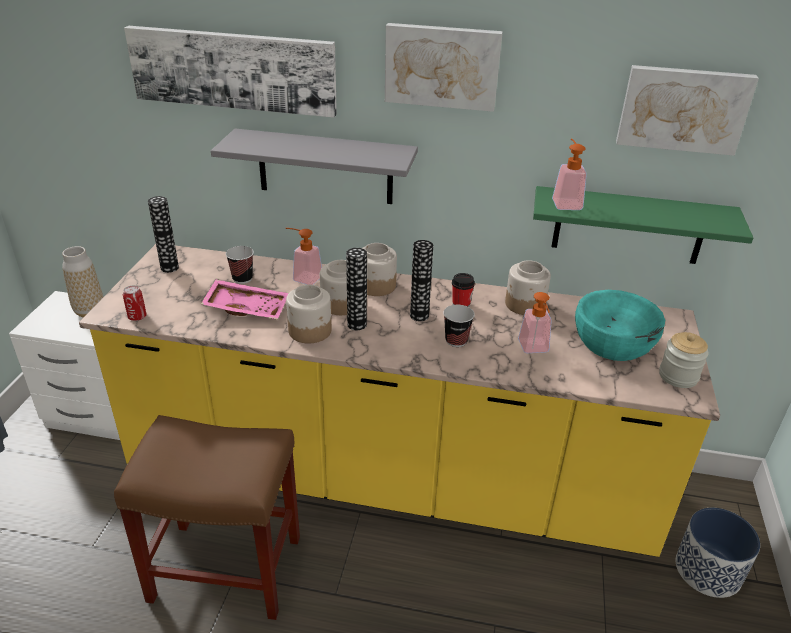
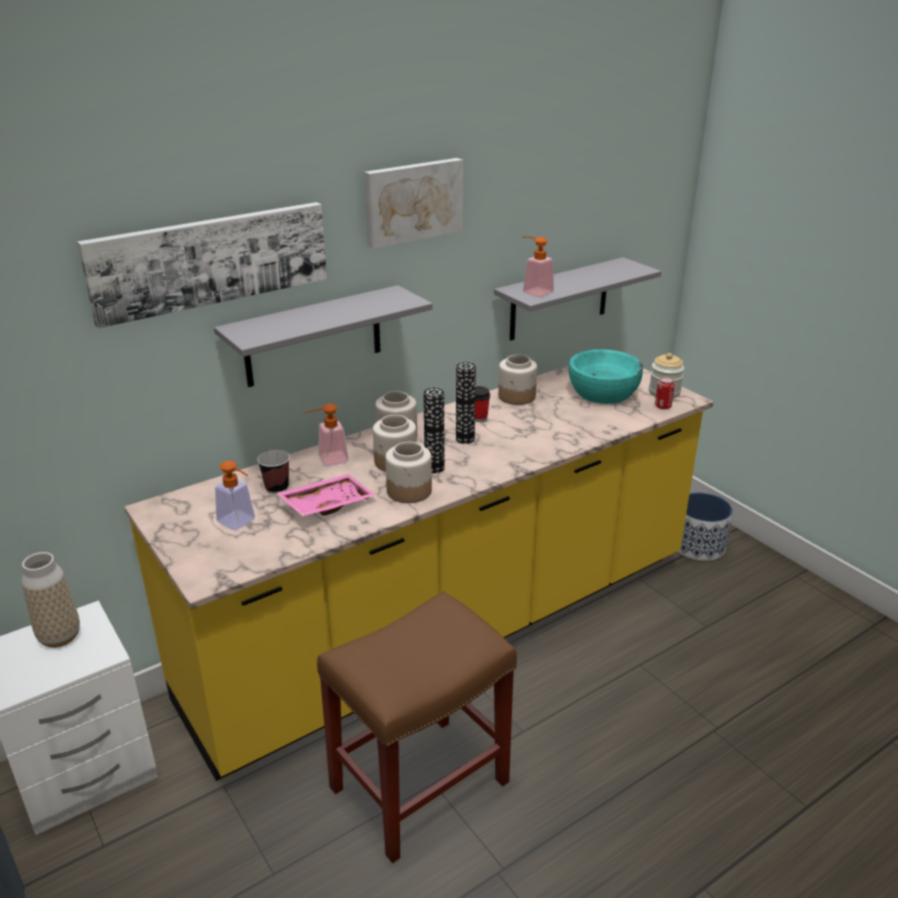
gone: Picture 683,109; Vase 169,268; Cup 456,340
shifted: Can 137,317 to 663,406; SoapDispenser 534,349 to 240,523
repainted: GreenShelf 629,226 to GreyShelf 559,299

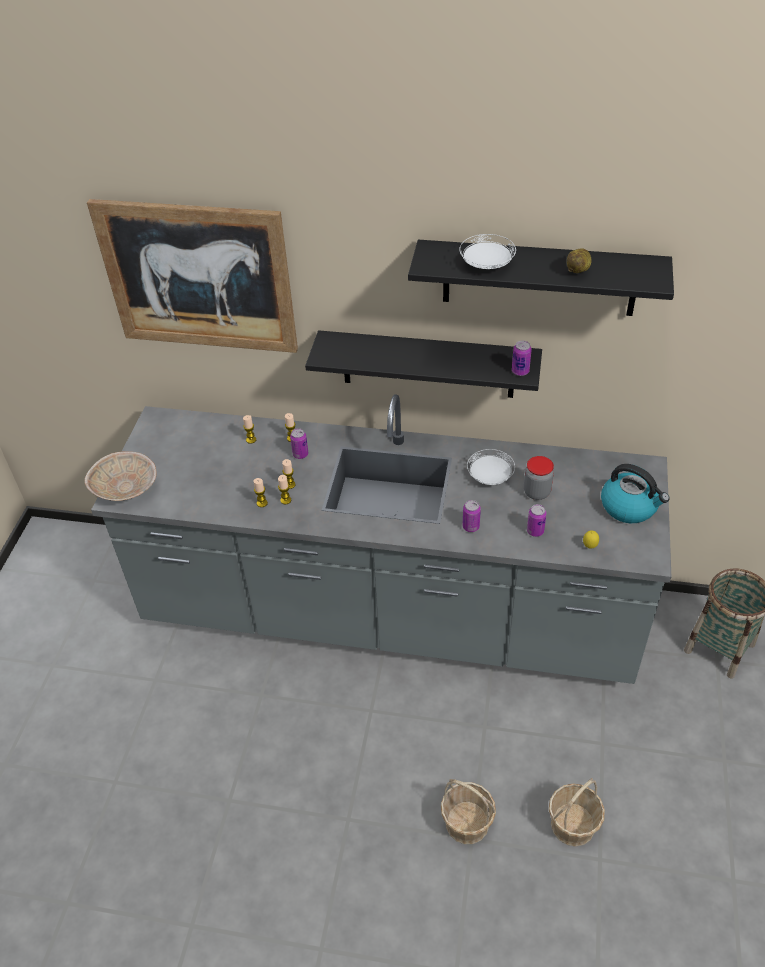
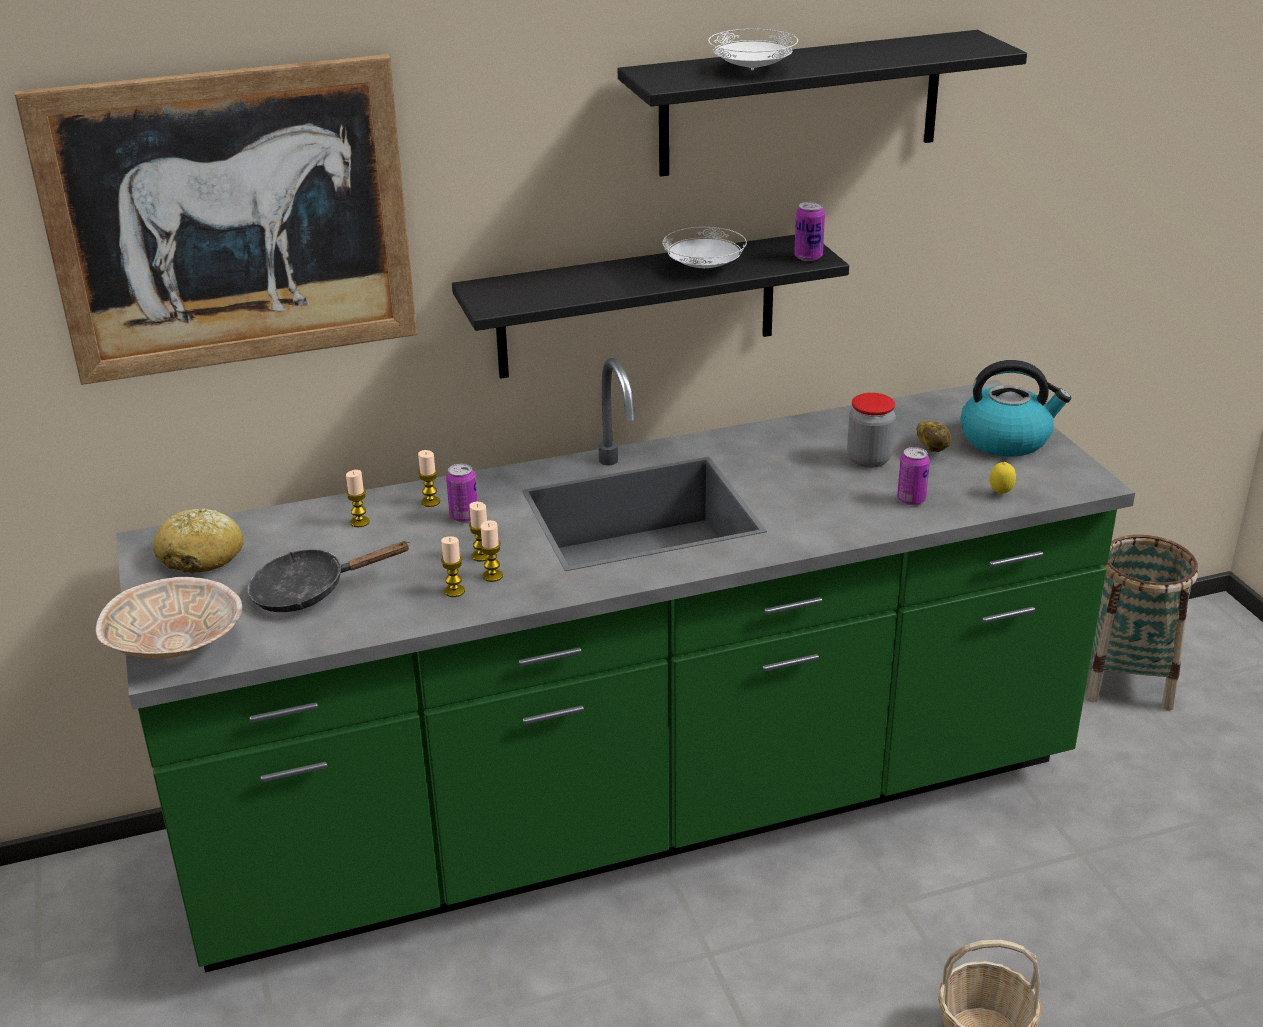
gone: Can 471,527; Basket 573,824
new: Bread 202,556; BlackFryingPan 309,591
shifted: Potato 578,270 to 932,449; WhitePlate 490,476 to 703,268
repainted: GreyCounter 389,616 to GreenCounter 637,813

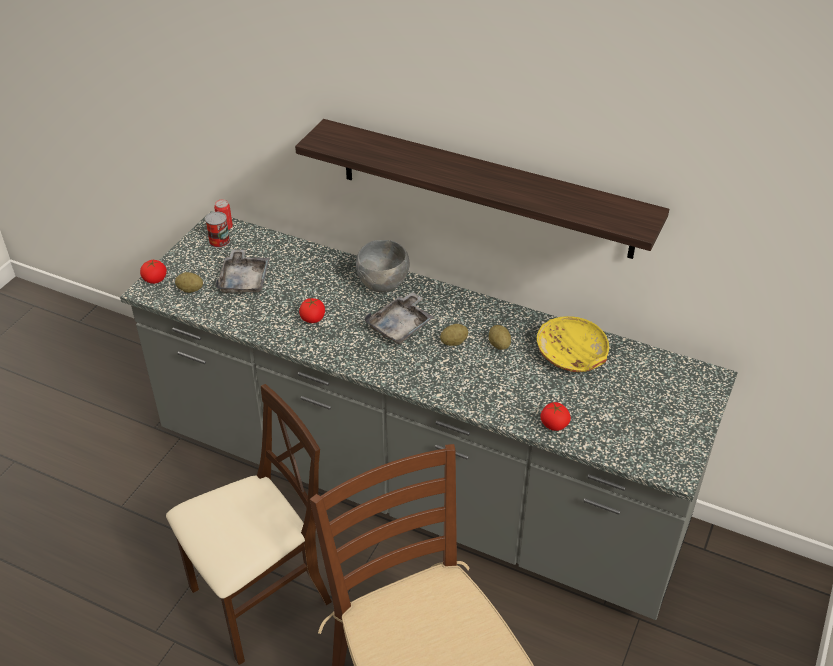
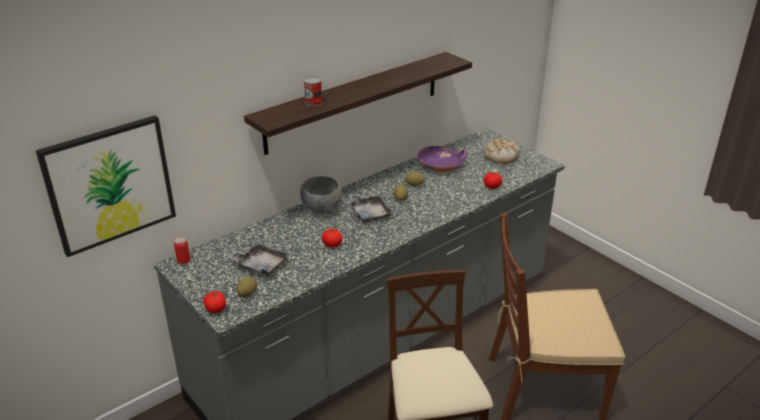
new: Picture 110,184; Bread 501,156
shifted: Can 219,241 to 313,102
repainted: YellowBowl 572,355 to PurpleBowl 441,166

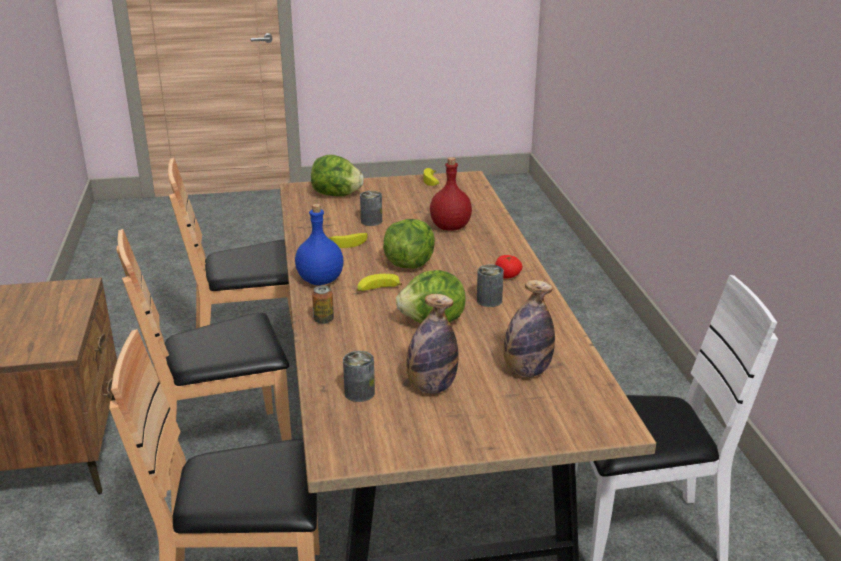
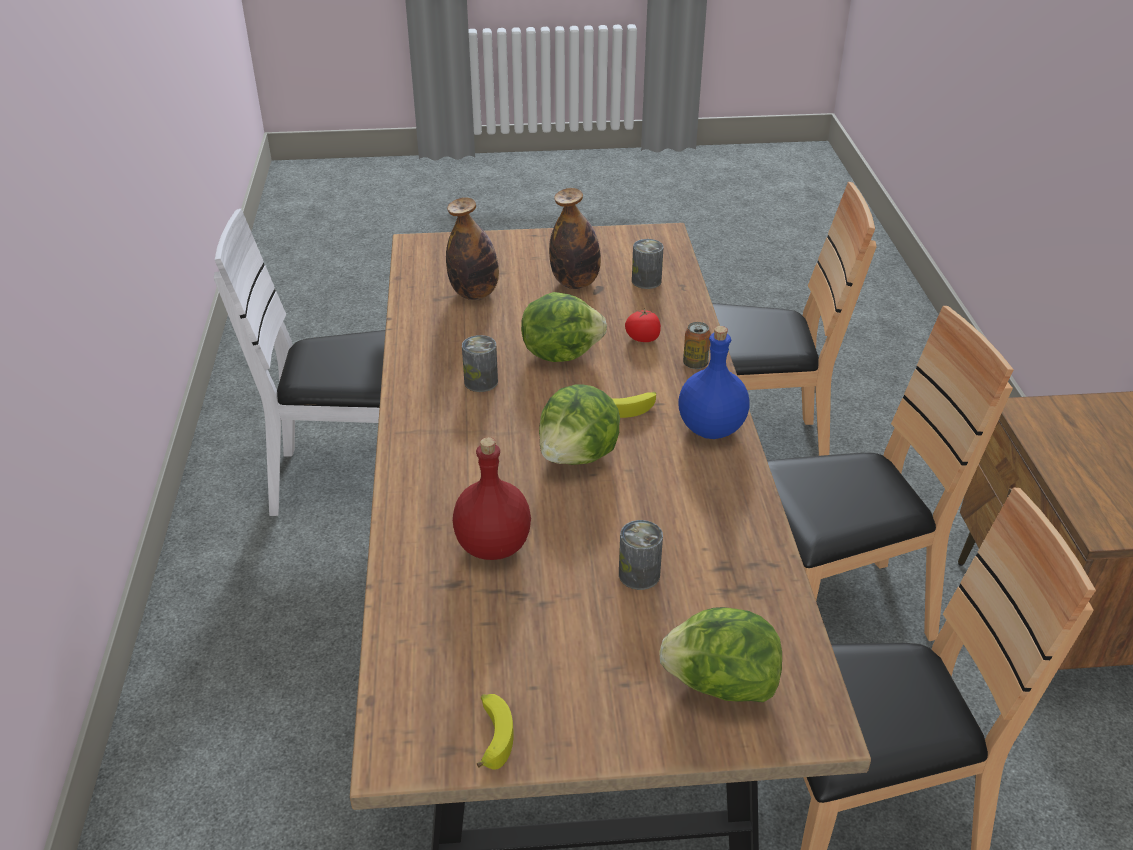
gone: Banana 349,243
shifted: Tomato 507,276 to 643,338

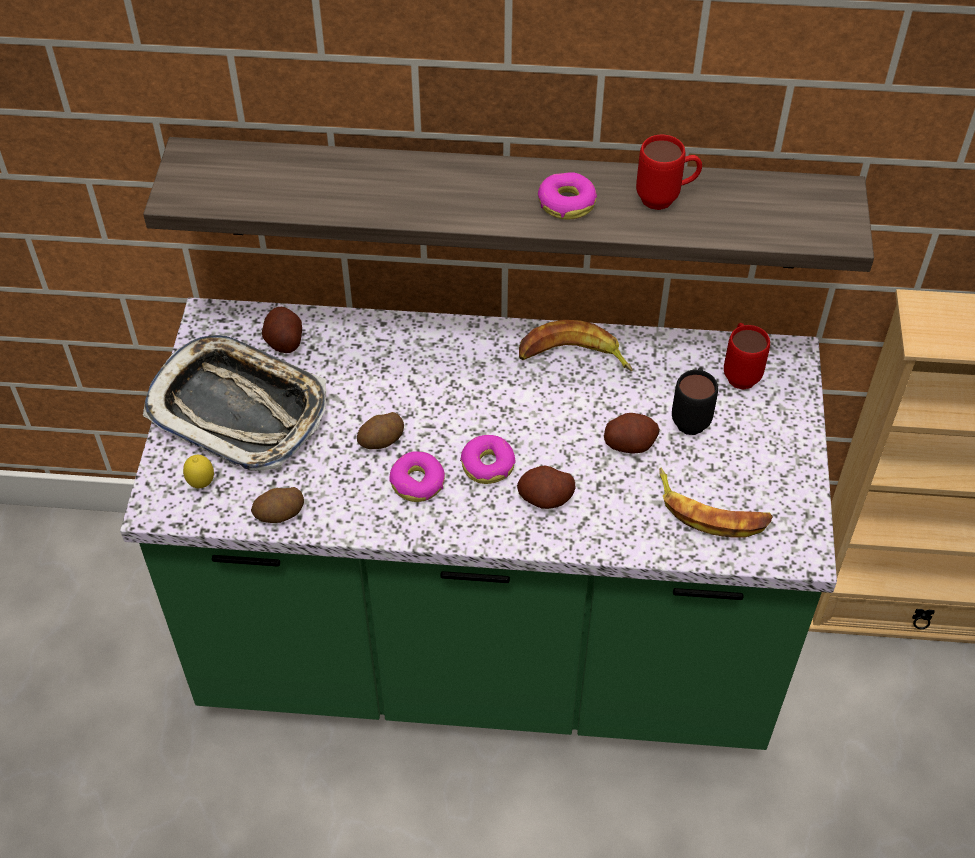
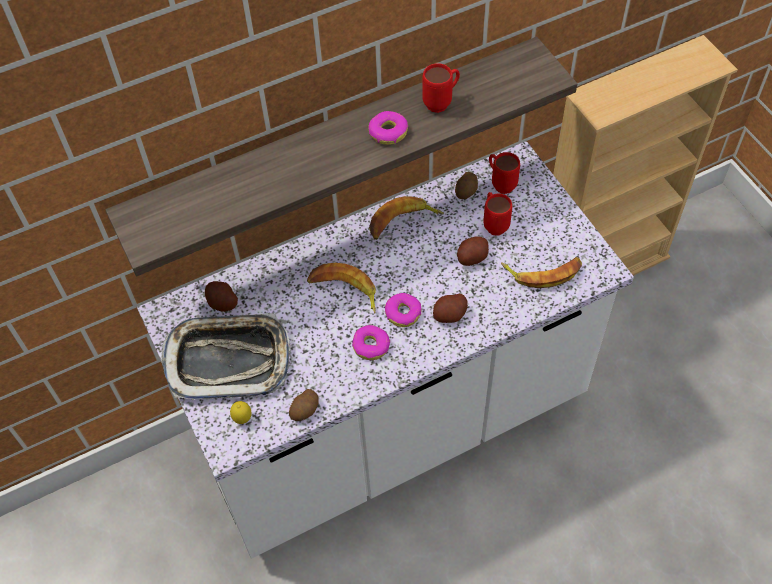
new: Banana 344,290
shifted: Potato 382,441 to 466,191
repainted: GreenCounter 487,652 to WhiteCounter 392,425; BlackMug 692,417 to RedMug 494,224

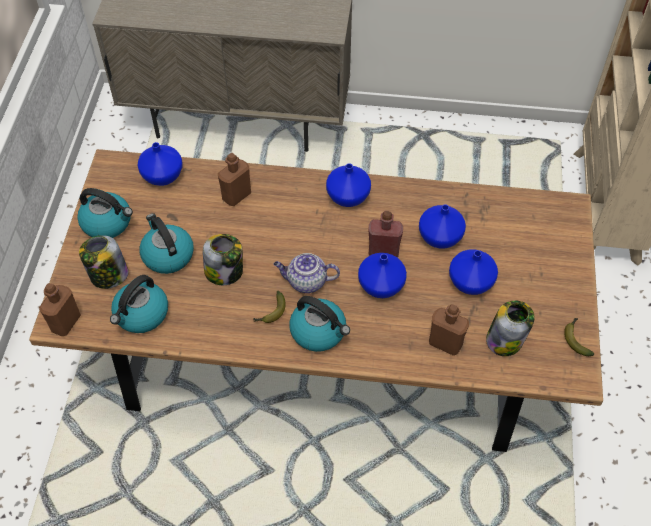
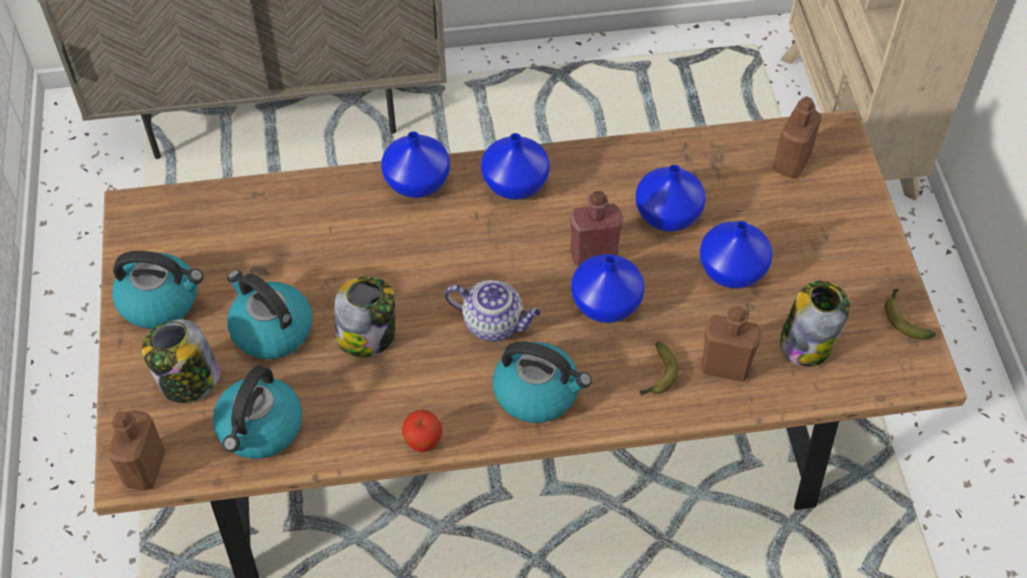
new: Apple 423,443
shifted: BlueVase 163,175 to 418,181; BrownBottle 236,196 to 791,162; Banana 271,312 to 658,376
rotated: Teapot 306,282 = 494,323 150 degrees counterclockwise

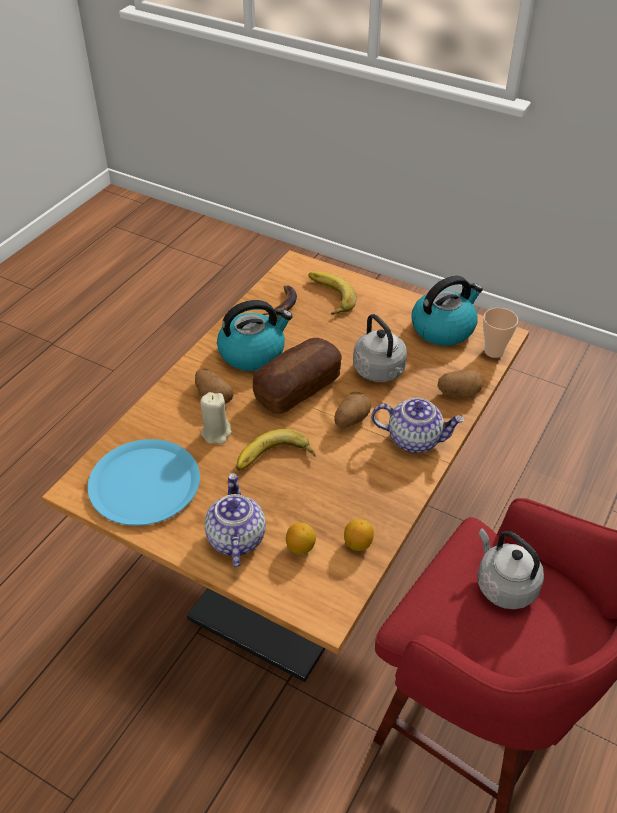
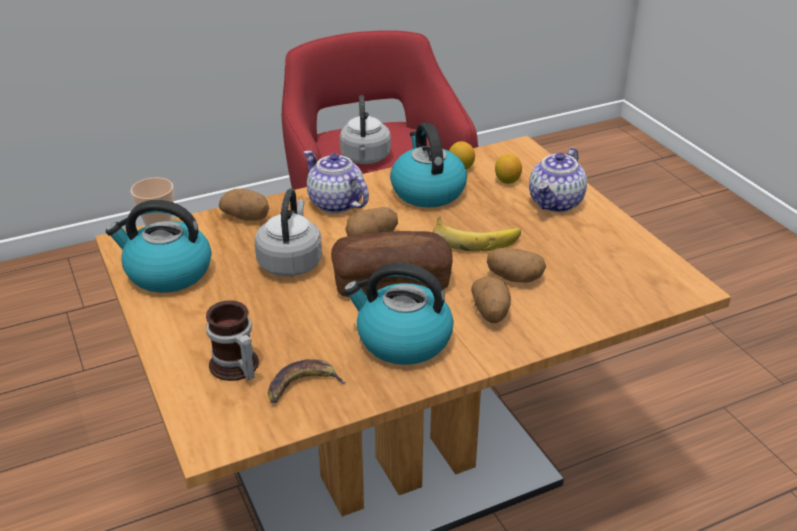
gone: BluePlate 144,483
new: Kettle 427,191
swapped: Banana 327,297 to Mug 234,368; BeigeCandle 216,433 to Potato 514,278

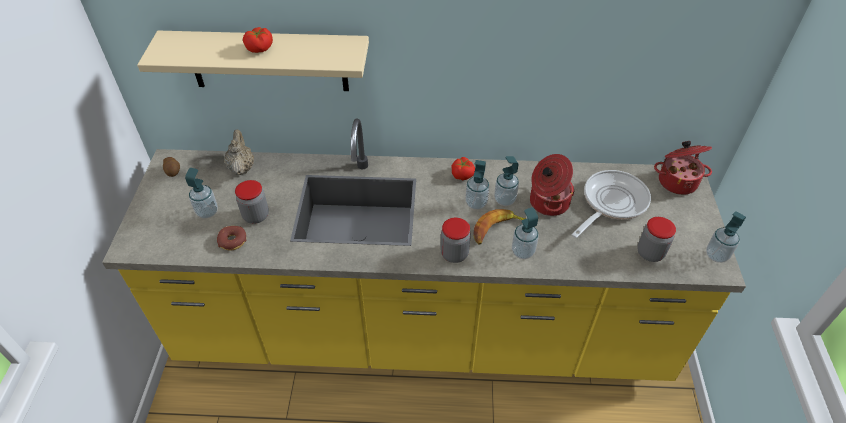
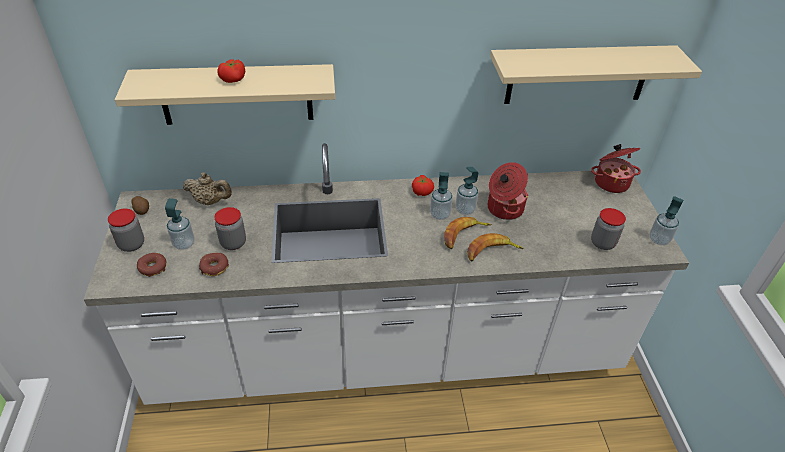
gone: FryingPan 611,203
new: BeigeShelf 578,75; Donut 153,268
shifted: Jar 454,254 to 131,244
swapped: SoapDispenser 522,252 to Banana 491,252
repainted: YellowCounter 423,333 to WhiteCounter 387,353
rotated: BeigeTeapot 241,167 = 210,201 120 degrees clockwise

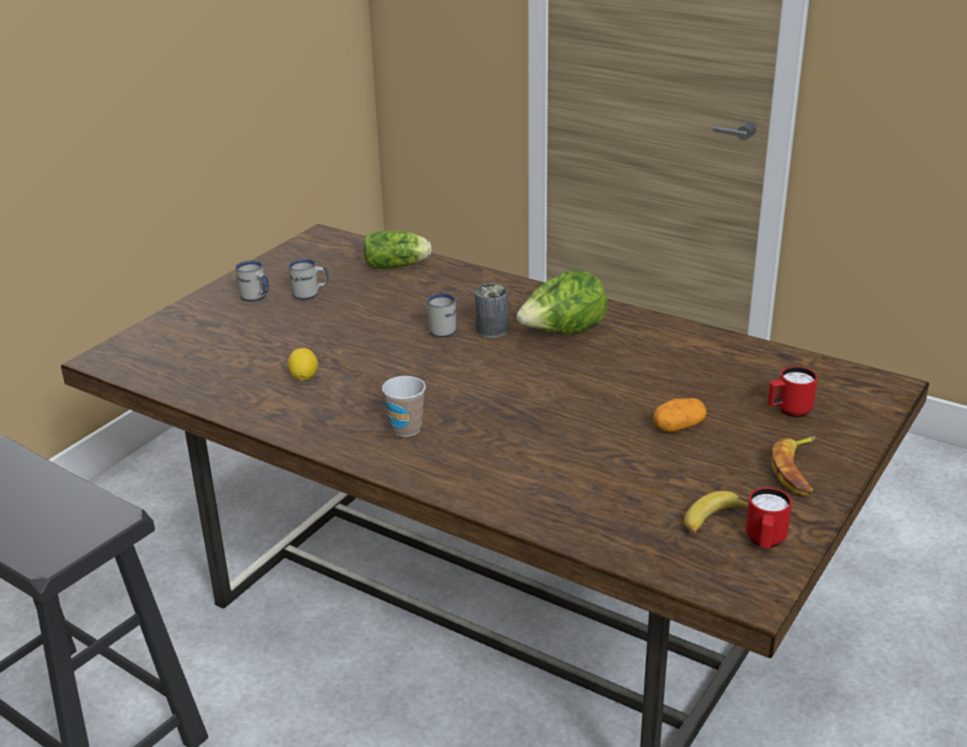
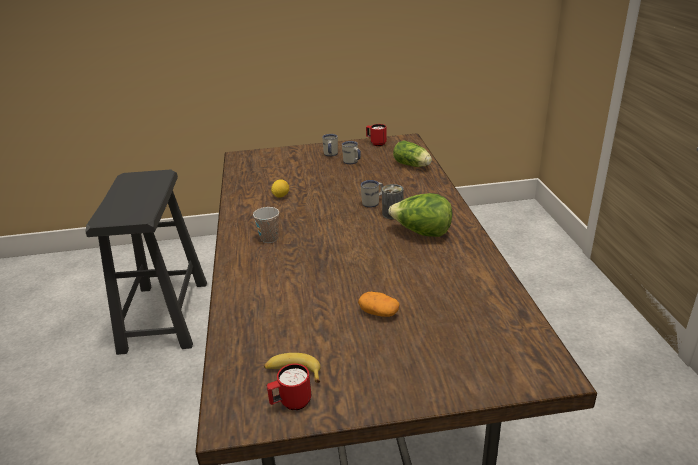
gone: Banana 797,470
shifted: RedMug 788,411 to 376,143

